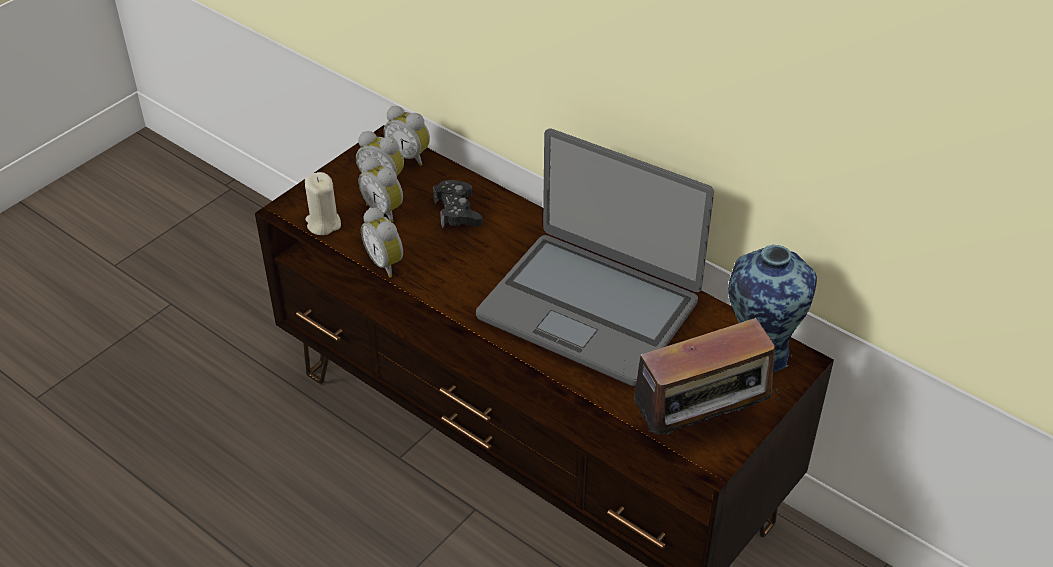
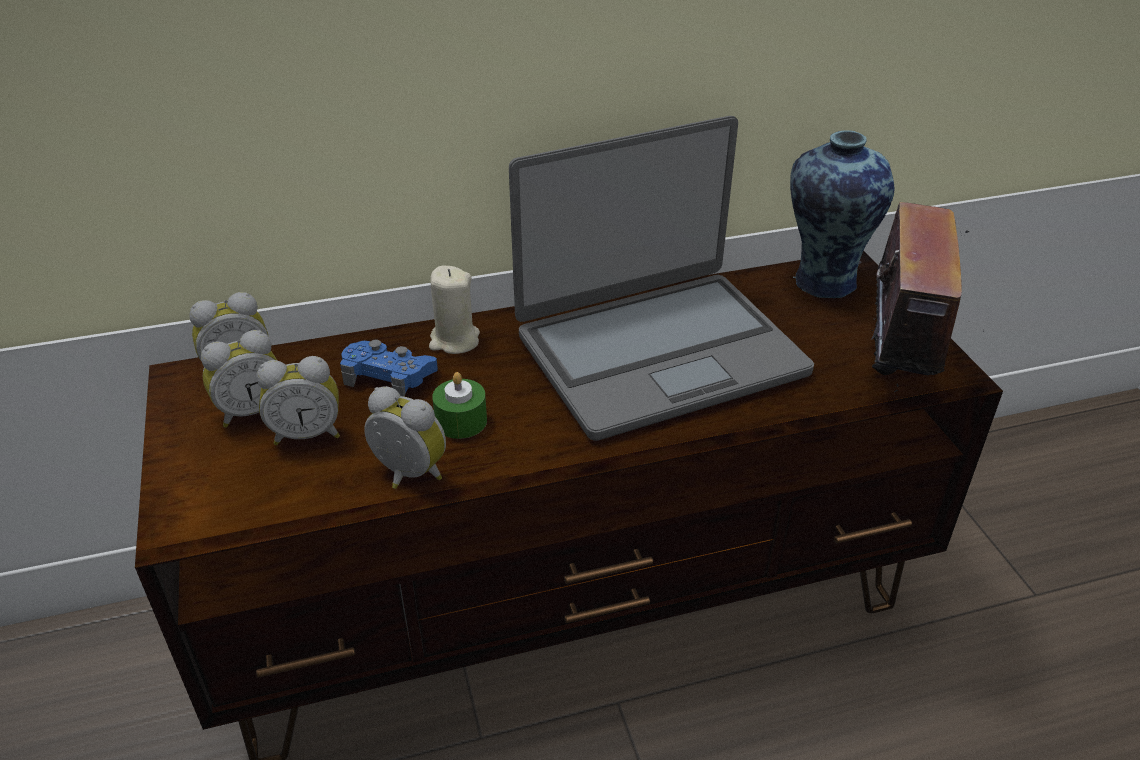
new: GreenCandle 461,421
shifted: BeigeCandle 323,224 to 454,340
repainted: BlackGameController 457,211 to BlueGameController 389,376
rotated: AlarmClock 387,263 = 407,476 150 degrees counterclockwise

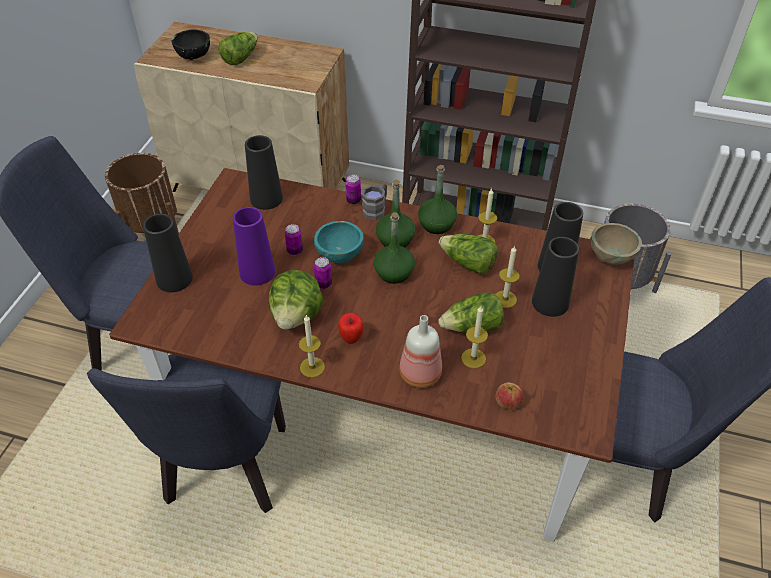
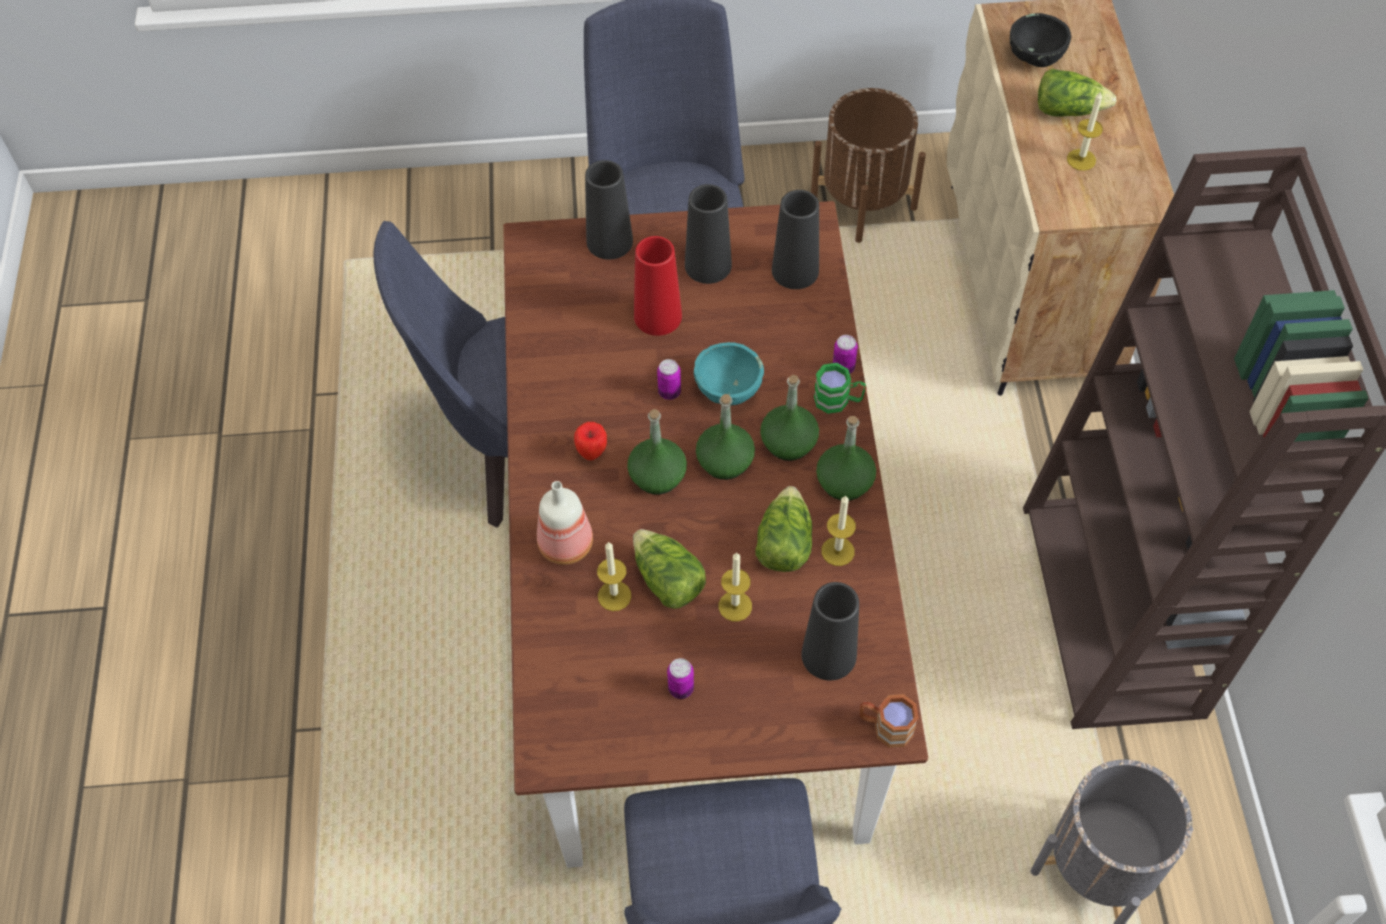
gone: Lettuce 297,316; Apple 507,402
new: GreenBottle 657,476
shifted: Can 295,251 to 681,688; BlackVase 550,302 to 708,265; Candle 312,367 to 1081,159
swapped: BeigeBowl 611,258 to BrownMug 885,727
repainted: GreyMug 376,209 to GreenMug 838,400; PurpleVase 257,272 to RedVase 658,316

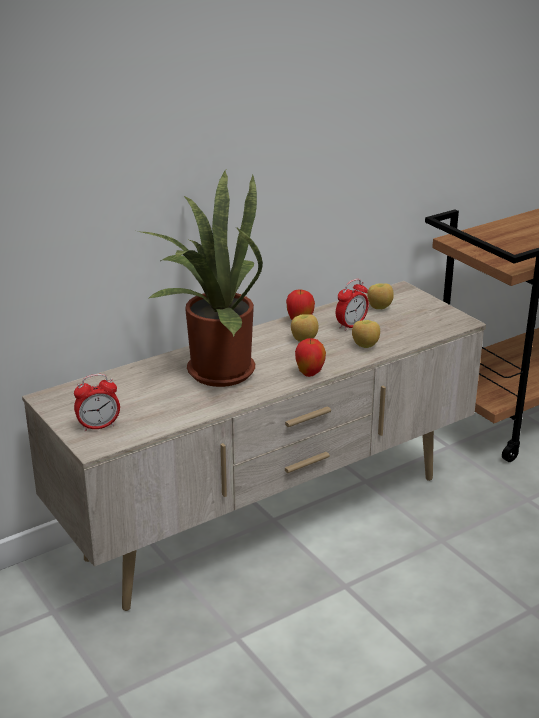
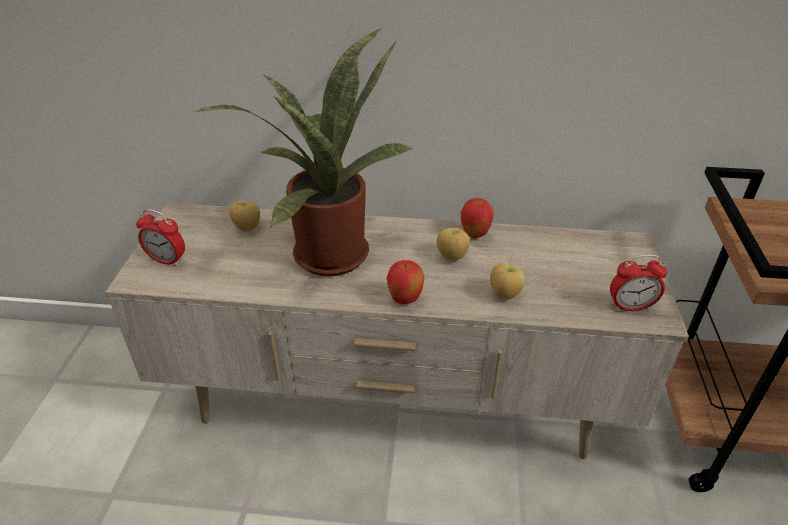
shifted: AlarmClock 351,325 to 630,307; Apple 379,308 to 247,228

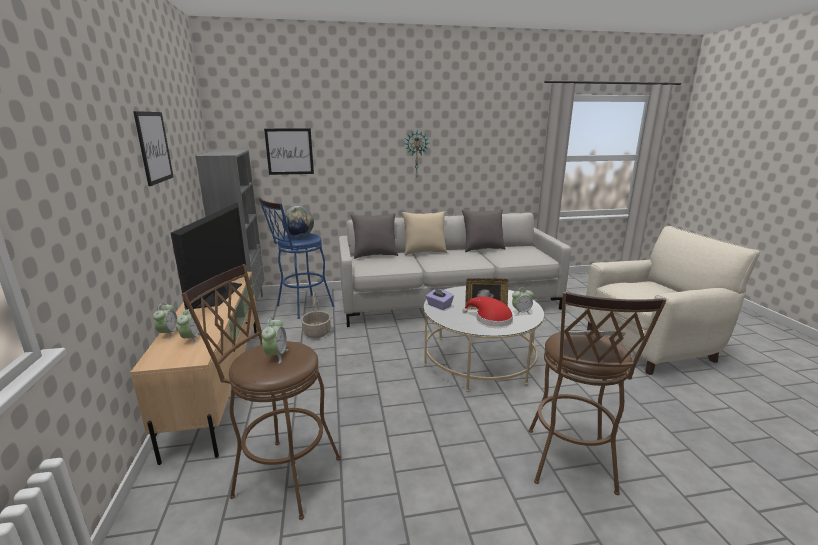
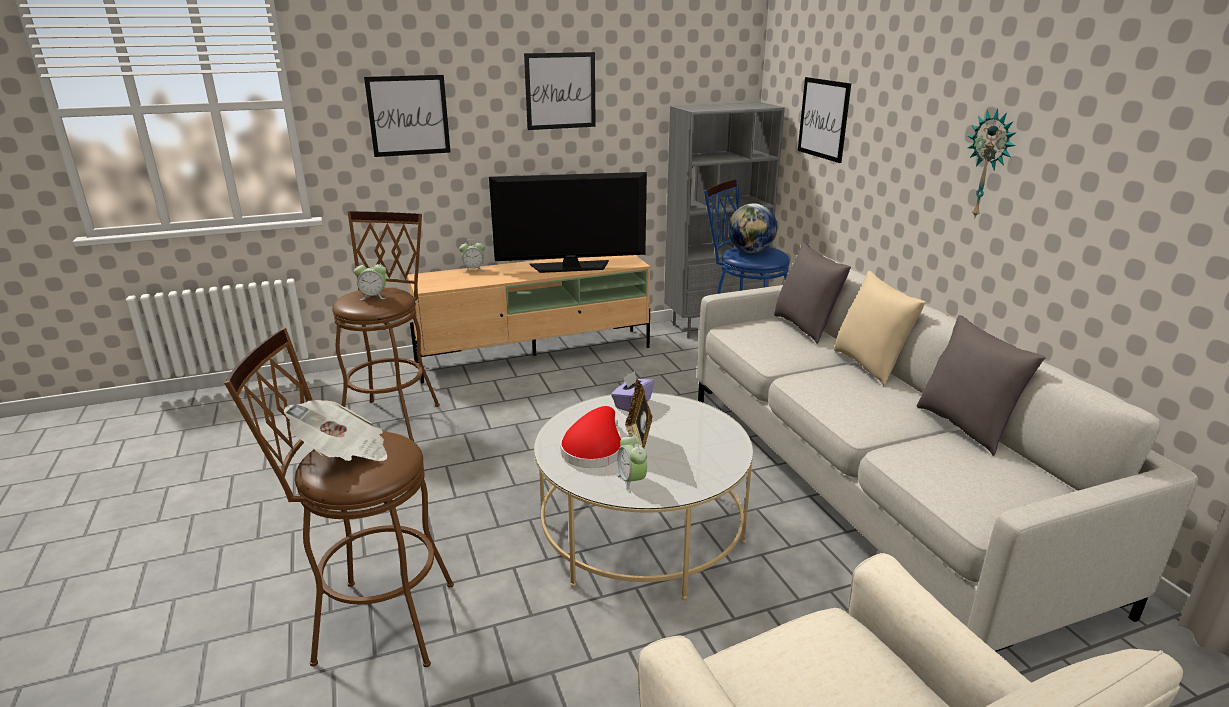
gone: Basket 317,333; AlarmClock 191,338
new: Picture 408,115

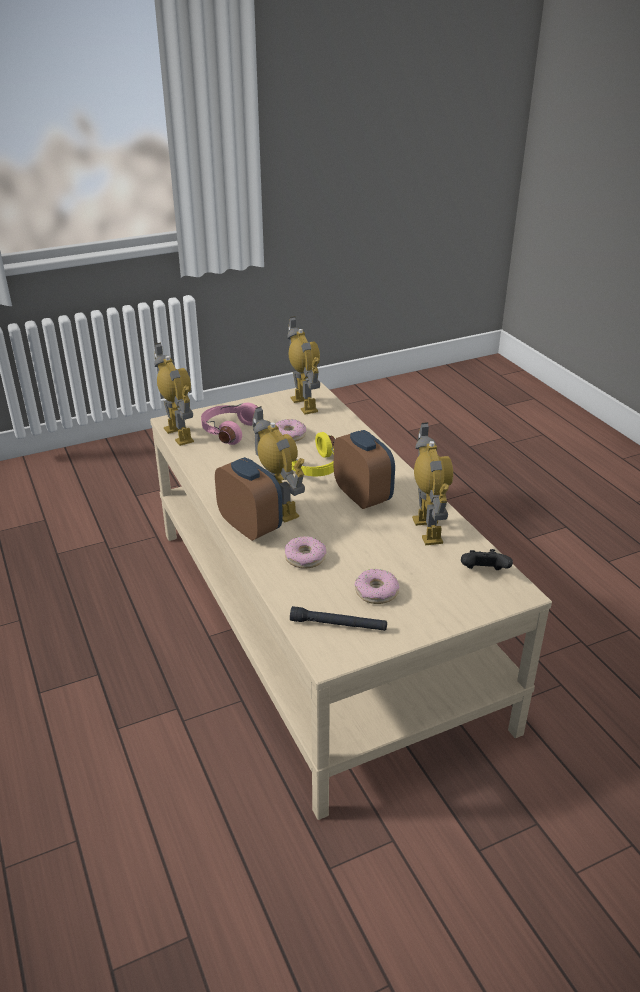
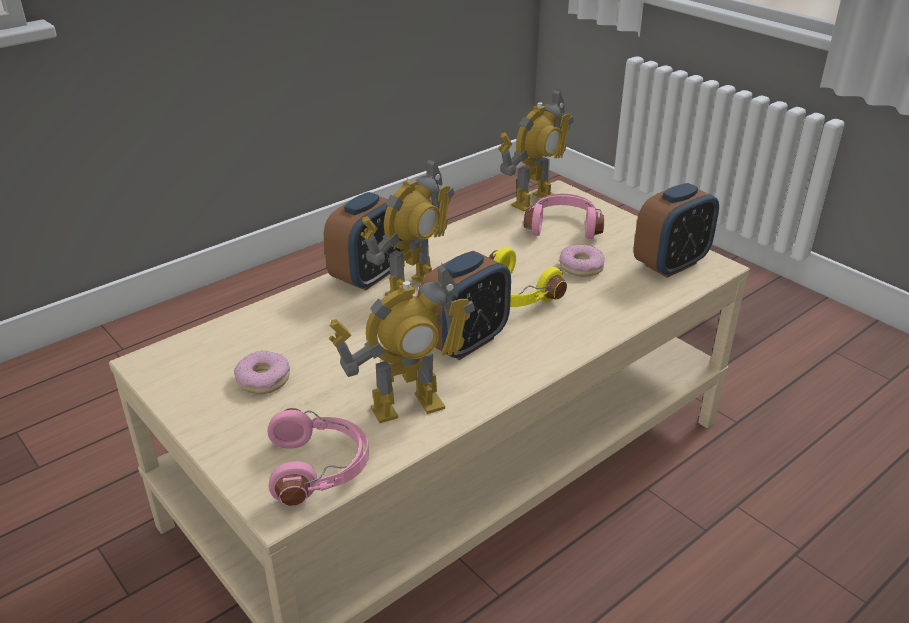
gone: Donut 305,557; BlackFlashlight 338,625
swapped: ToyRobot 304,404 to AlarmClock 671,264; BlackGameController 483,573 to PinkHeadphones 320,468

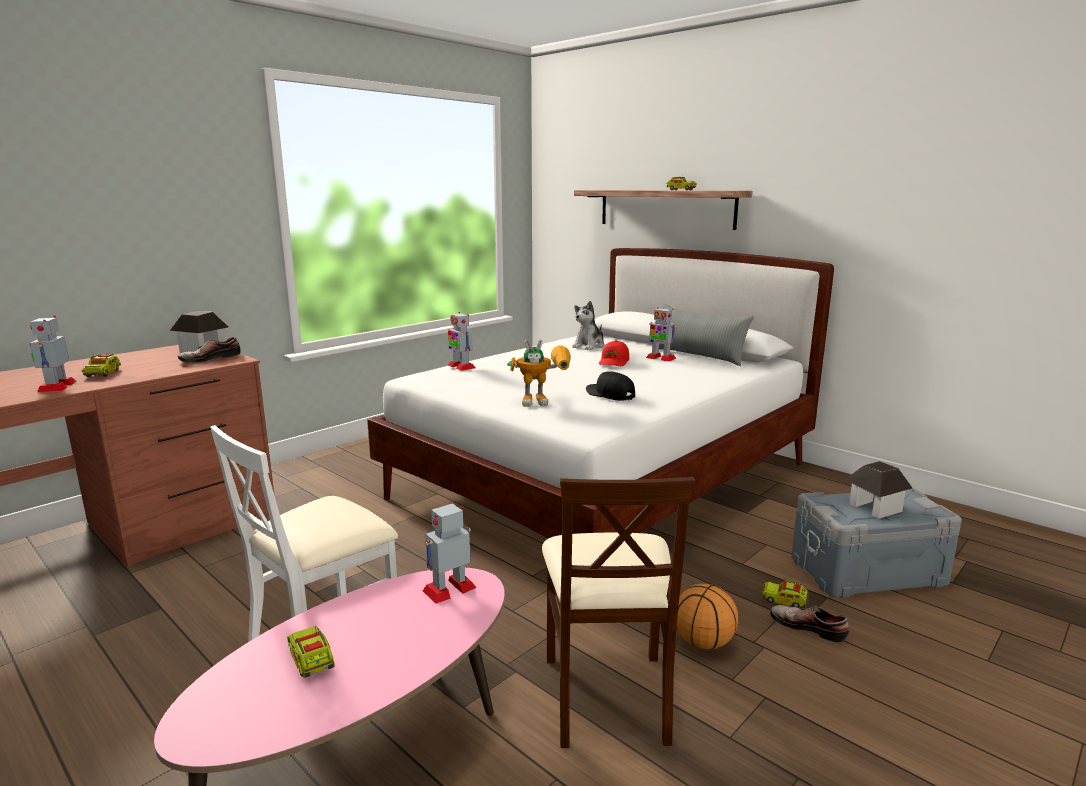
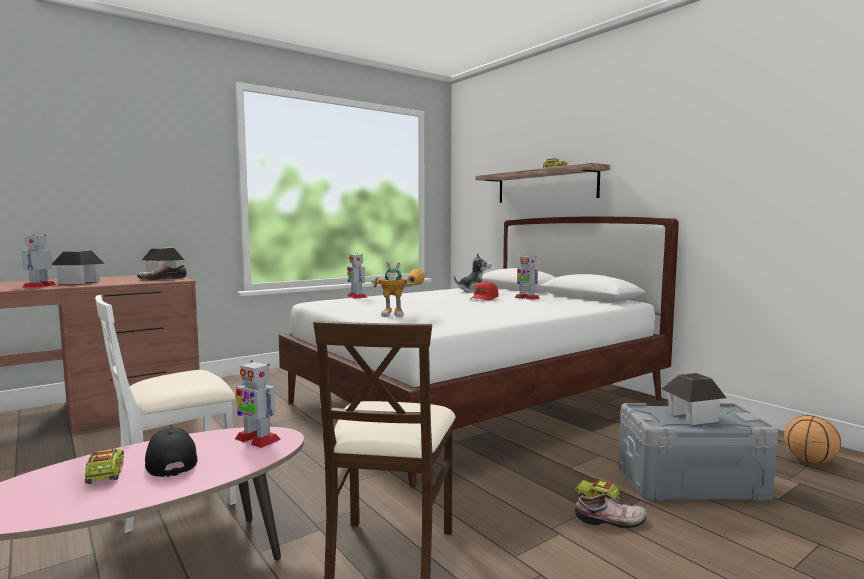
gone: GreyPillow 698,356
shifted: BlackCap 610,394 to 170,462; Basketball 704,642 to 810,461
swapped: ToyTruck 103,373 to ToyHouse 79,282
rotated: PlushToy 589,346 = 473,291 135 degrees counterclockwise; ToyRobot 449,589 = 257,439 120 degrees counterclockwise; Shoe 808,626 = 611,521 135 degrees clockwise

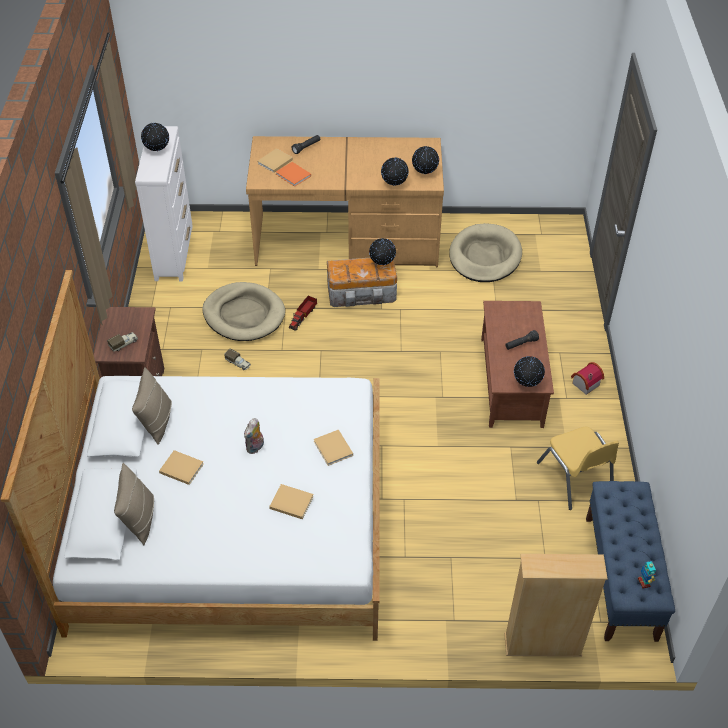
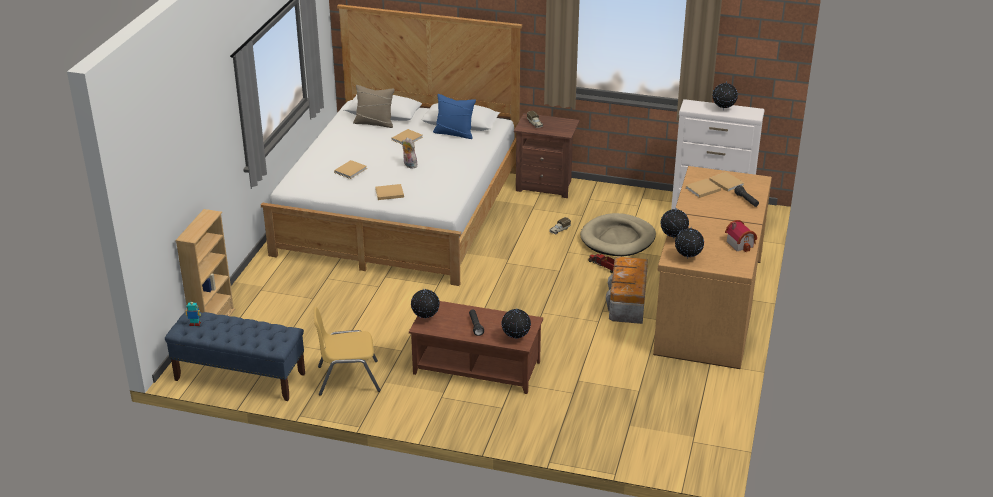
gone: BeigeDogBed 485,256
shifted: Globe 382,264 to 515,338; ToyHouse 584,383 to 741,243
repainted: OrangeBook 294,175 to BeigeBook 702,189; BeigePillow 156,422 to BluePillow 454,133

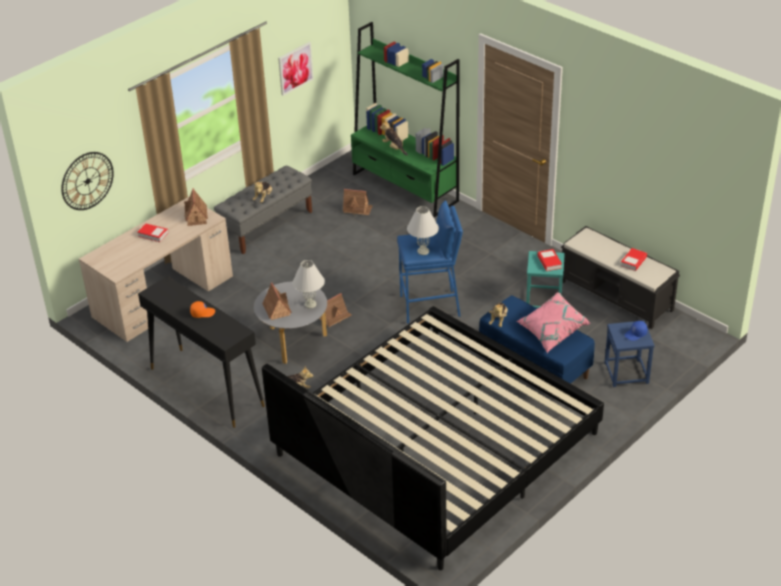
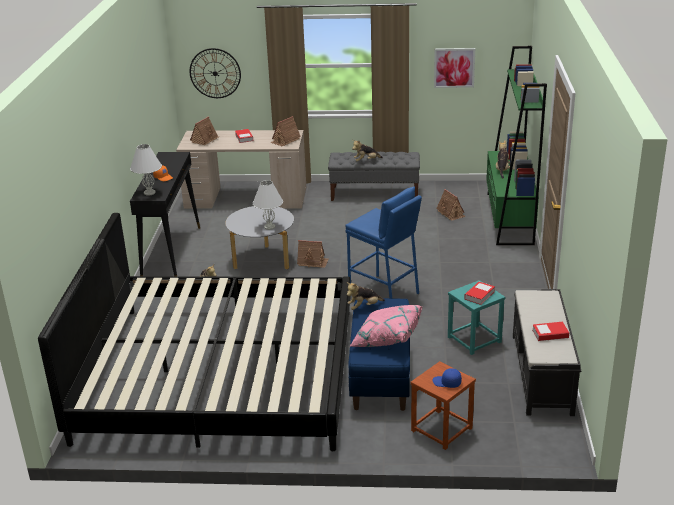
shifted: WhiteTableLamp 423,251 to 149,192; ToyHouse 276,309 to 205,140
repainted: BlueStool 626,373 to BrownStool 442,429

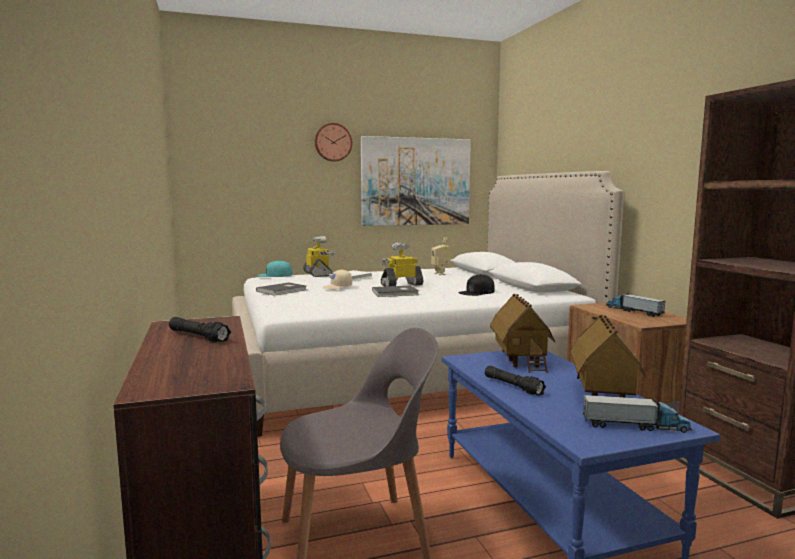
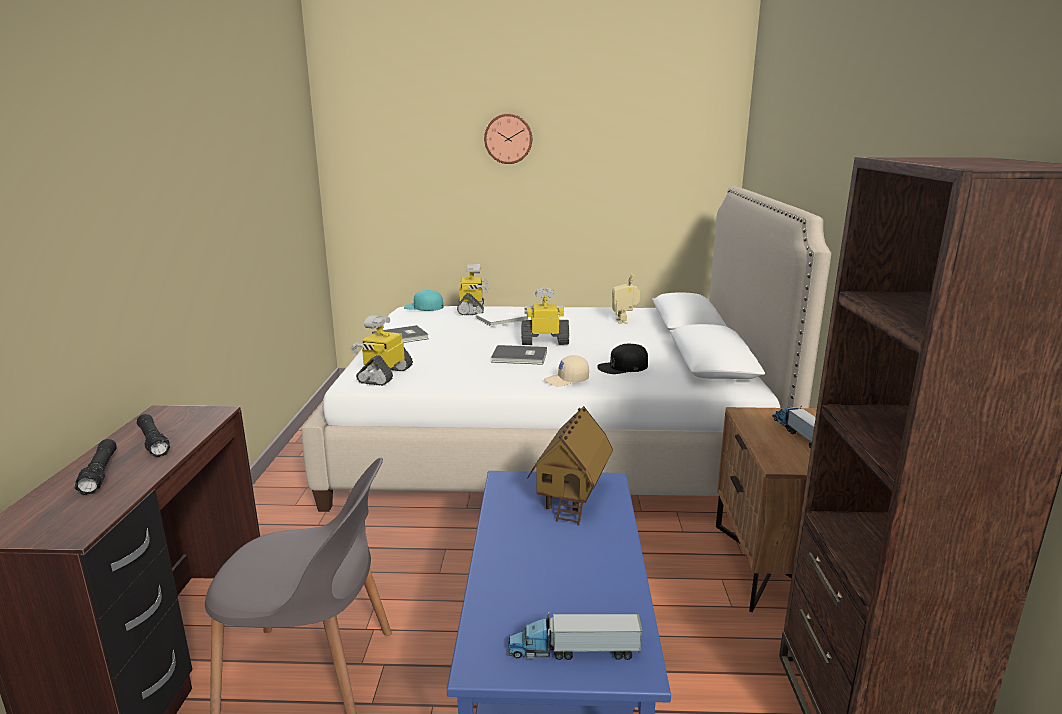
gone: Picture 416,181; ToyHouse 602,395
new: ToyRobot 384,375
shifted: BeigeCap 337,287 to 567,380; BlackFlashlight 513,386 to 100,473
rotated: ToyTruck 635,426 = 573,650 150 degrees clockwise

